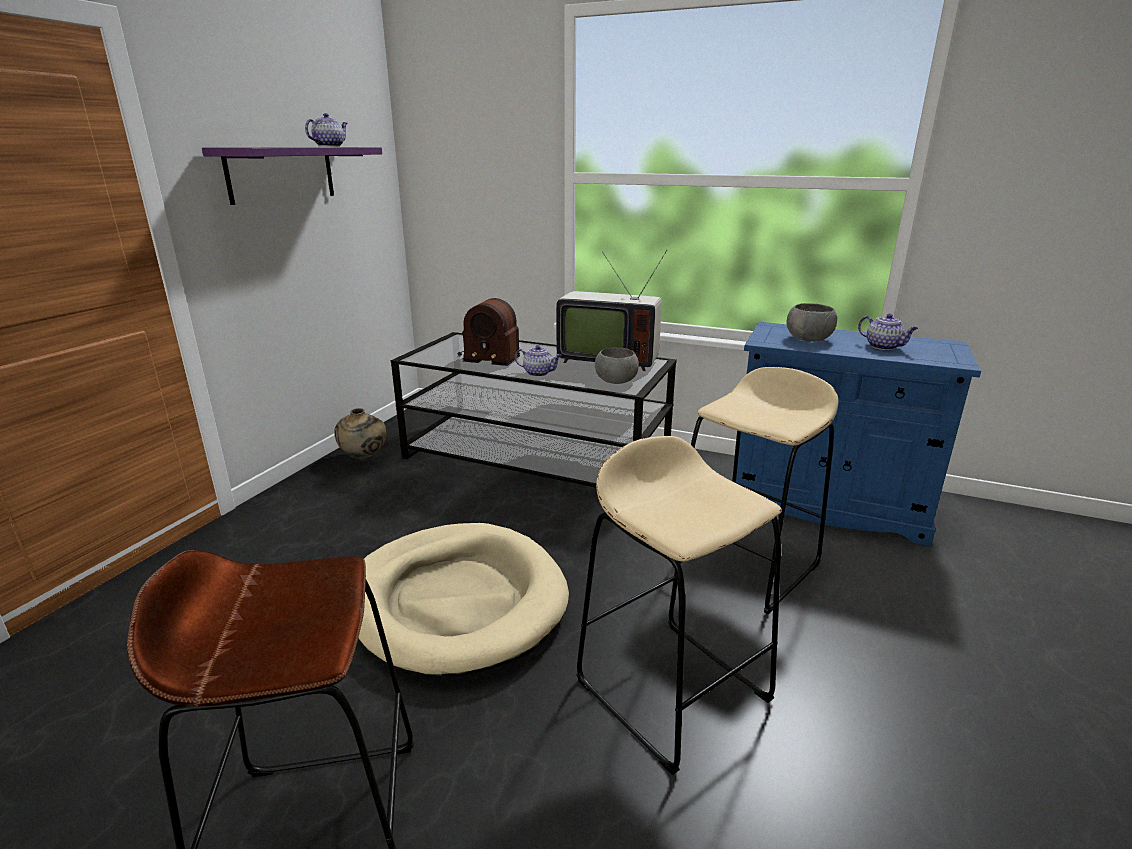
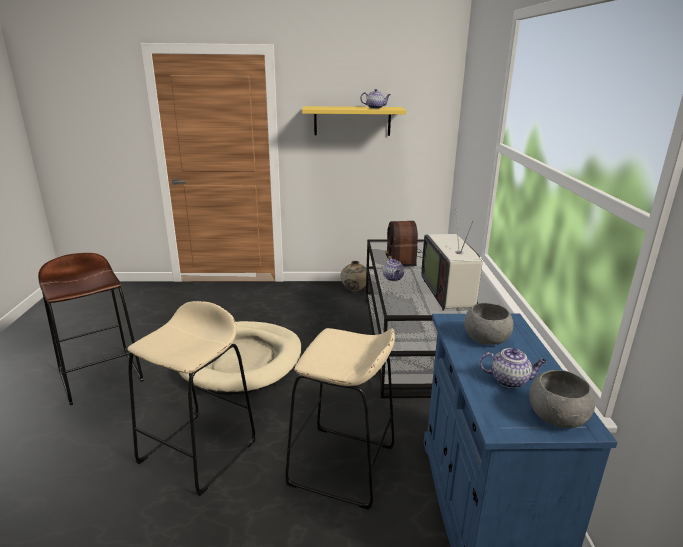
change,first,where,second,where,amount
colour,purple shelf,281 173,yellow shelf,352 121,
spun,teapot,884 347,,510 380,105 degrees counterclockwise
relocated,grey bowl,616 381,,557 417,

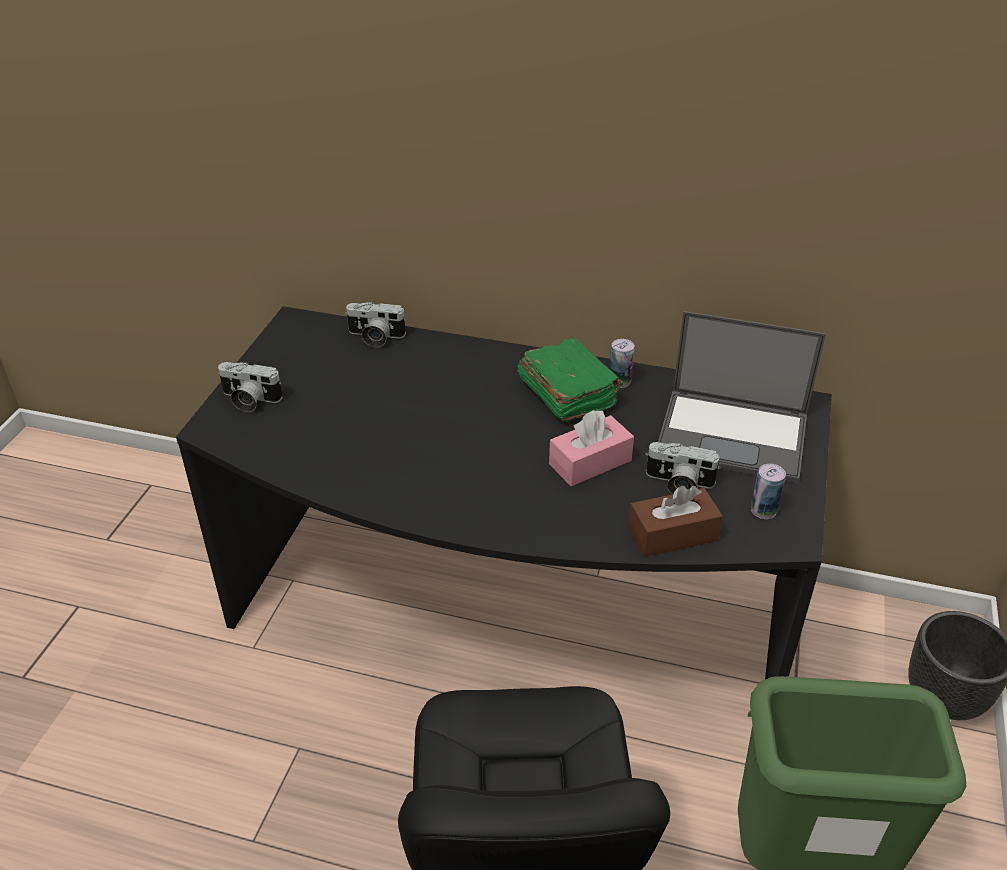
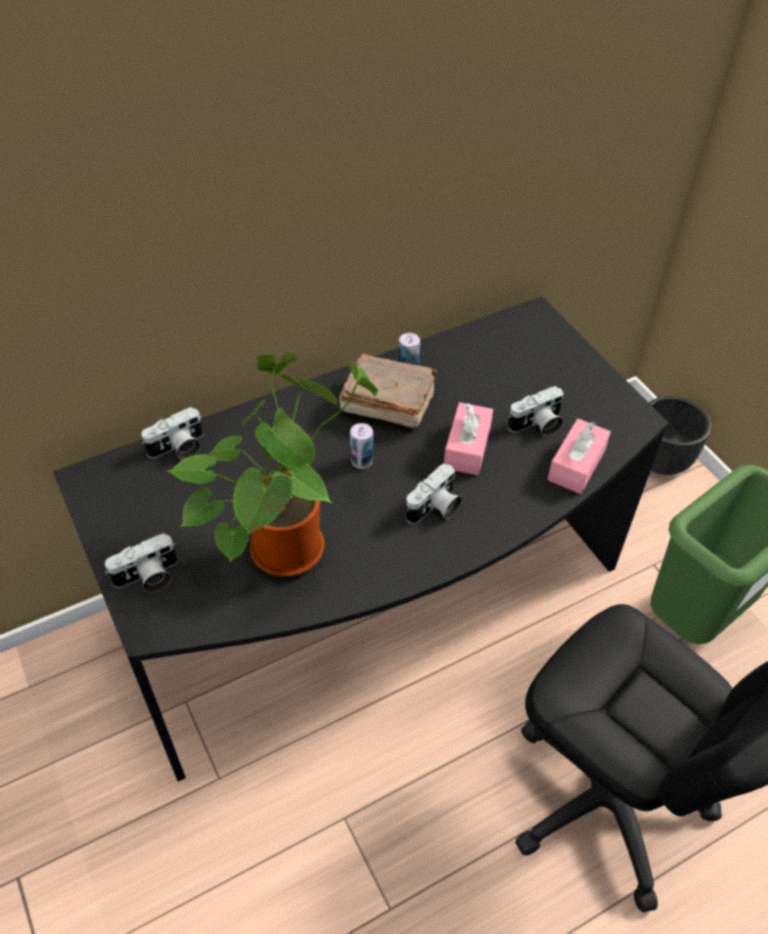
change,first,where,second,where,amount
appeared,,,potted plant,287 542,
colour,green book,567 394,brown book,386 403,
relocated,can,763 510,,361 460,
appeared,,,photo camera,435 509,
colour,brown tissue box,672 534,pink tissue box,576 465,
missing,laptop,734 435,,,

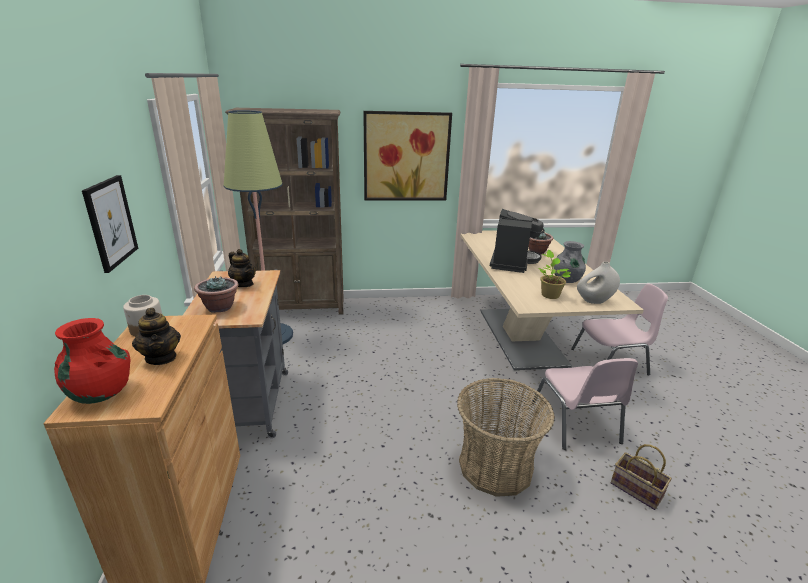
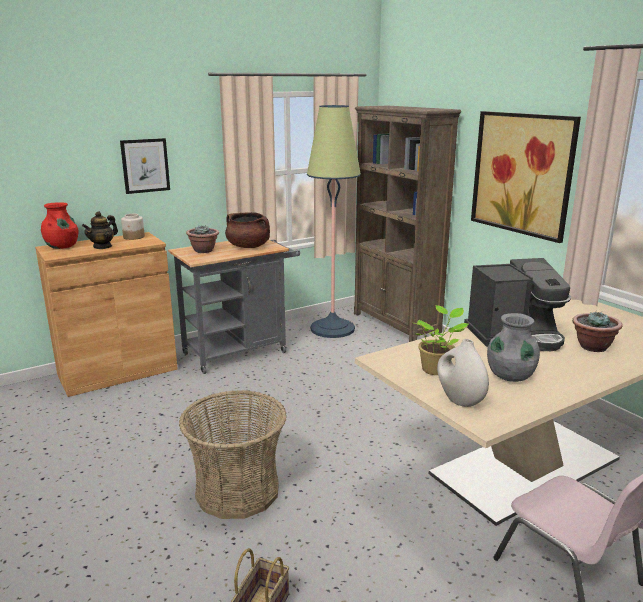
change,first,where,second,where,amount
exchanged,teapot,244 284,brown cooking pot,248 246,
missing,pink chair,576 423,,,

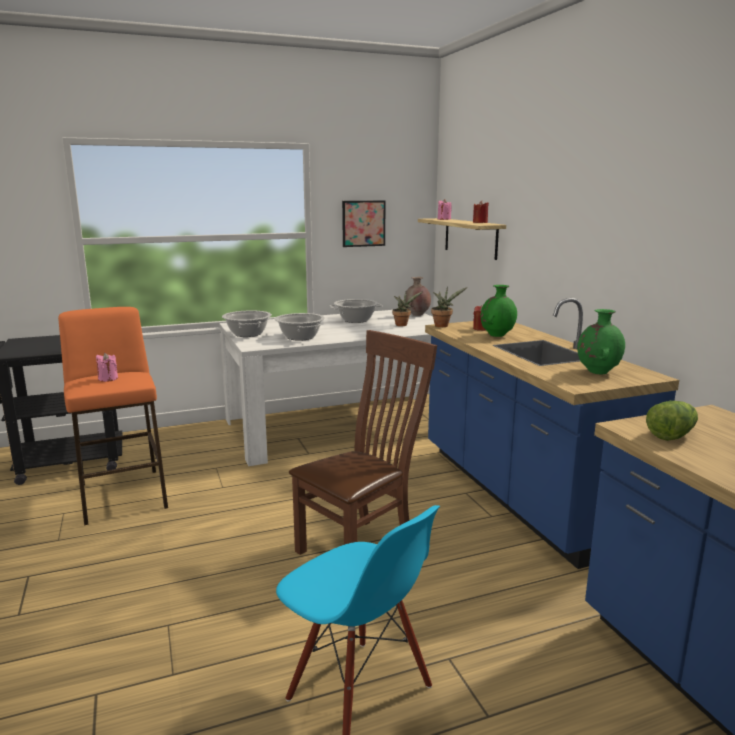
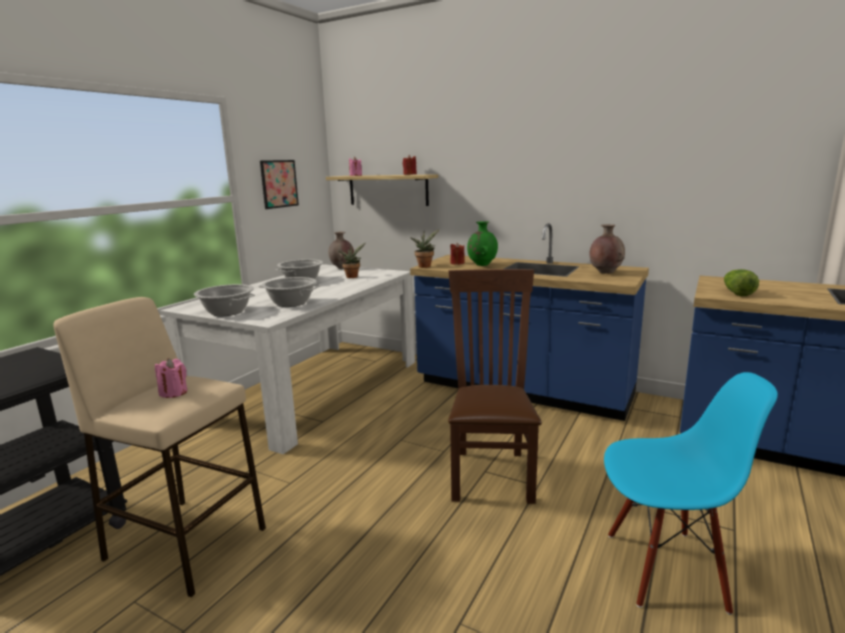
change,first,where,second,where,amount
colour,orange stool,123 495,beige stool,185 543,
colour,green vase,597 372,brown vase,605 272,

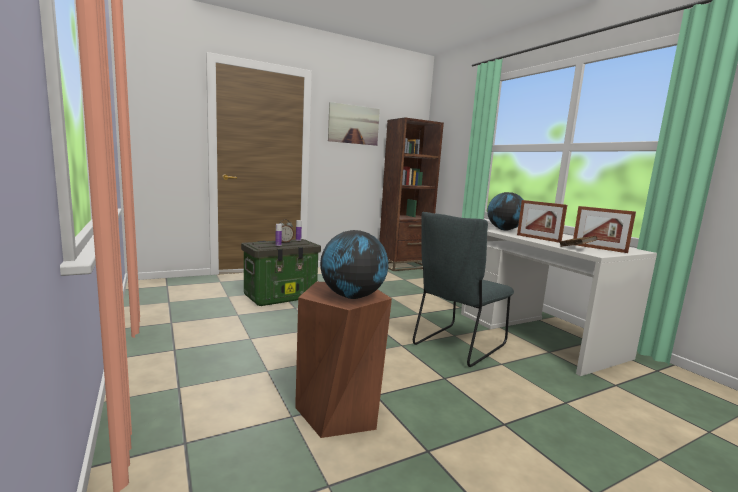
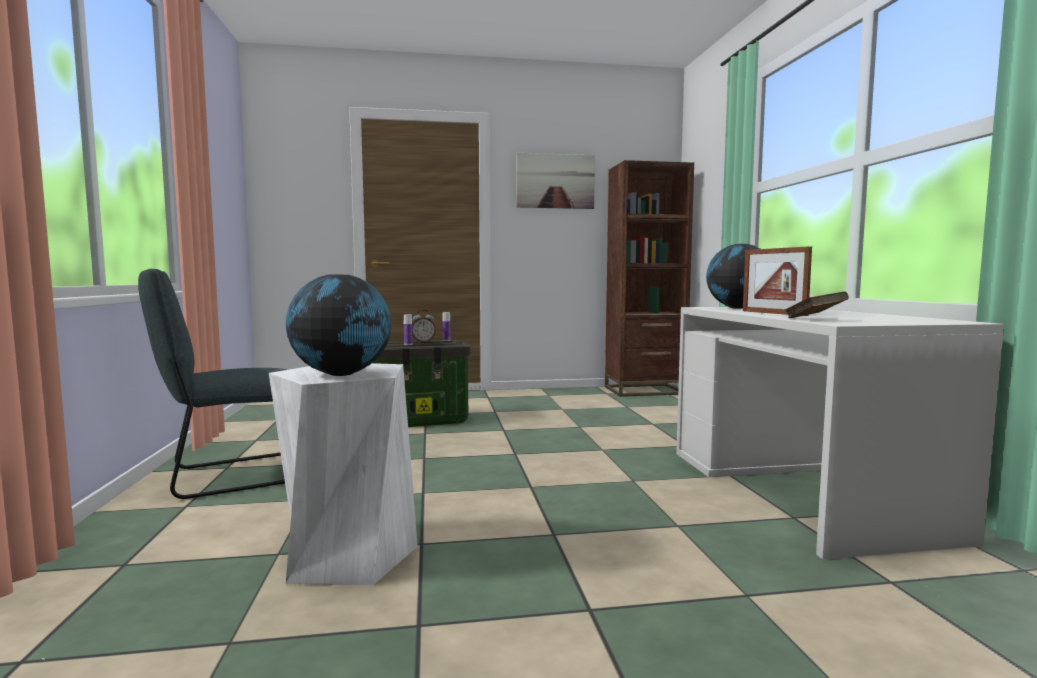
change,first,where,second,where,amount
relocated,grey chair,457 346,,236 475,
colour,brown stool,339 410,white stool,348 555,
missing,picture frame,599 248,,,

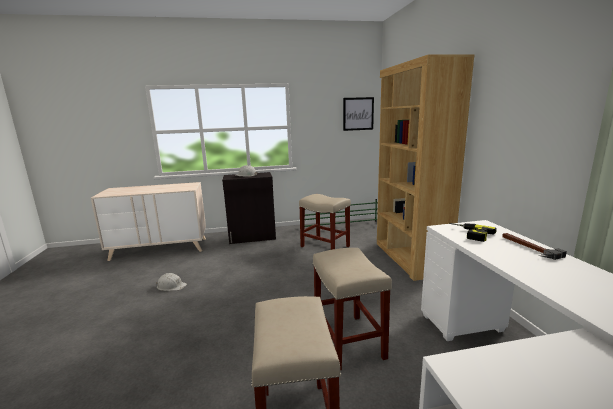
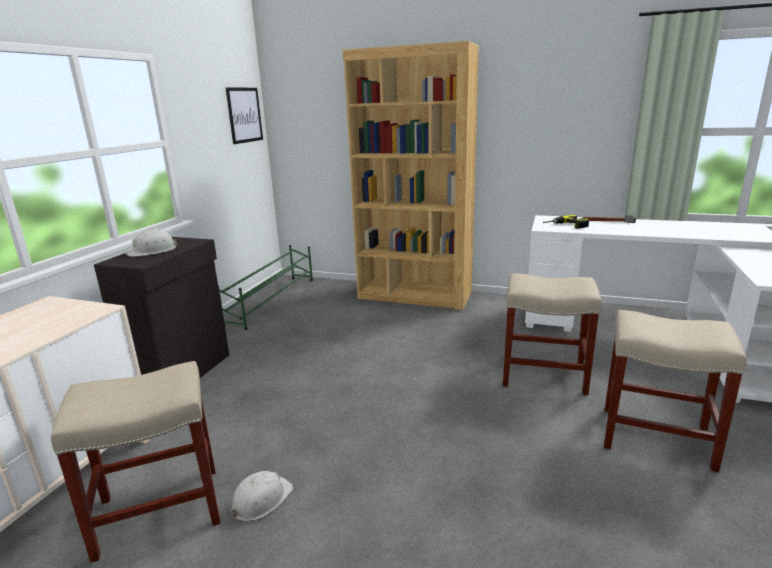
change,first,where,second,where,amount
relocated,beige stool,325 246,,162 510,

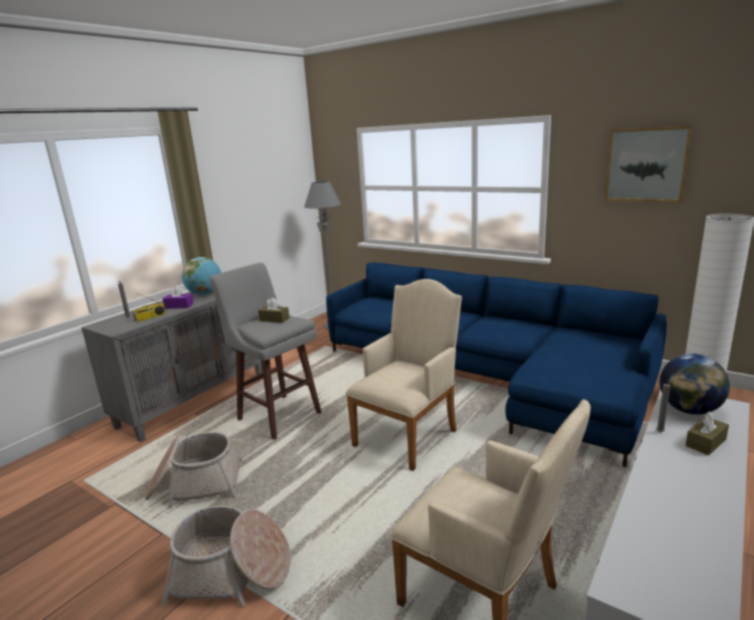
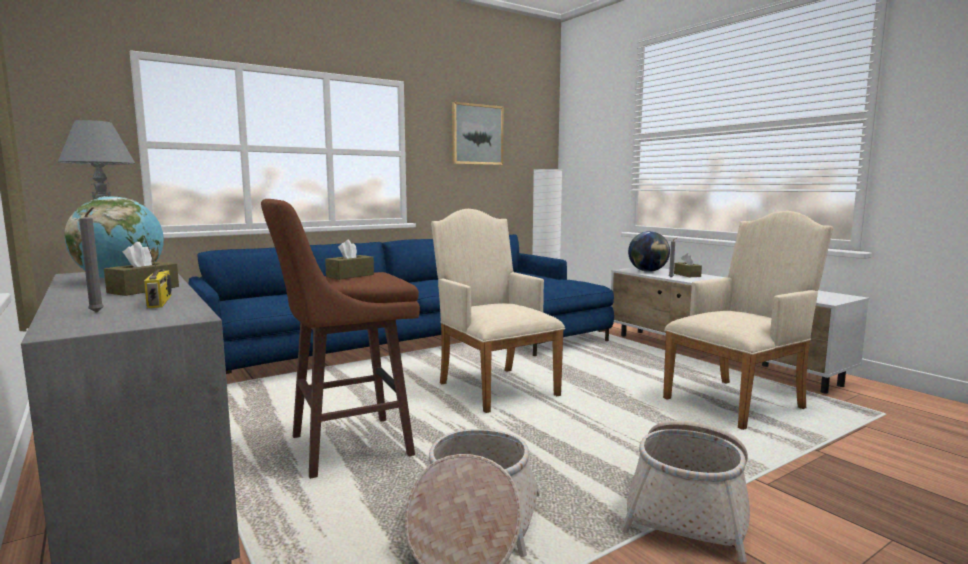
change,first,where,second,where,amount
colour,purple tissue box,179 306,brown tissue box,144 290,
colour,grey stool,278 415,brown stool,346 446,

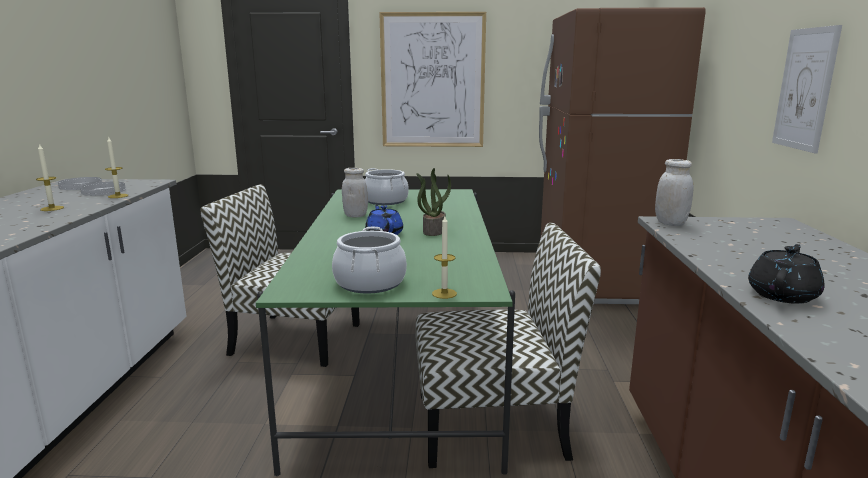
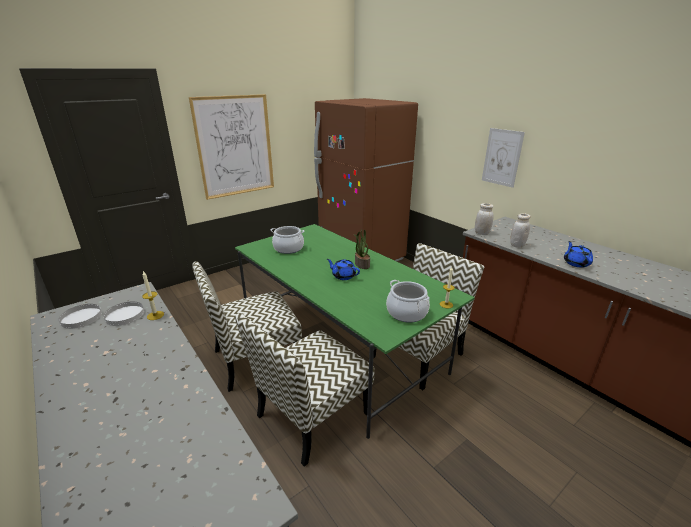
change,first,where,second,where,amount
appeared,,,chair,312 415,
relocated,white jar,355 215,,517 245,
colour,black teapot,783 295,blue teapot,576 263,
missing,candle,52 208,,,

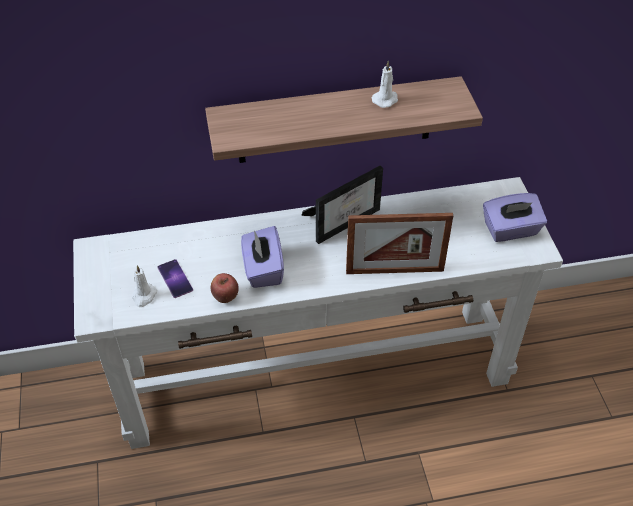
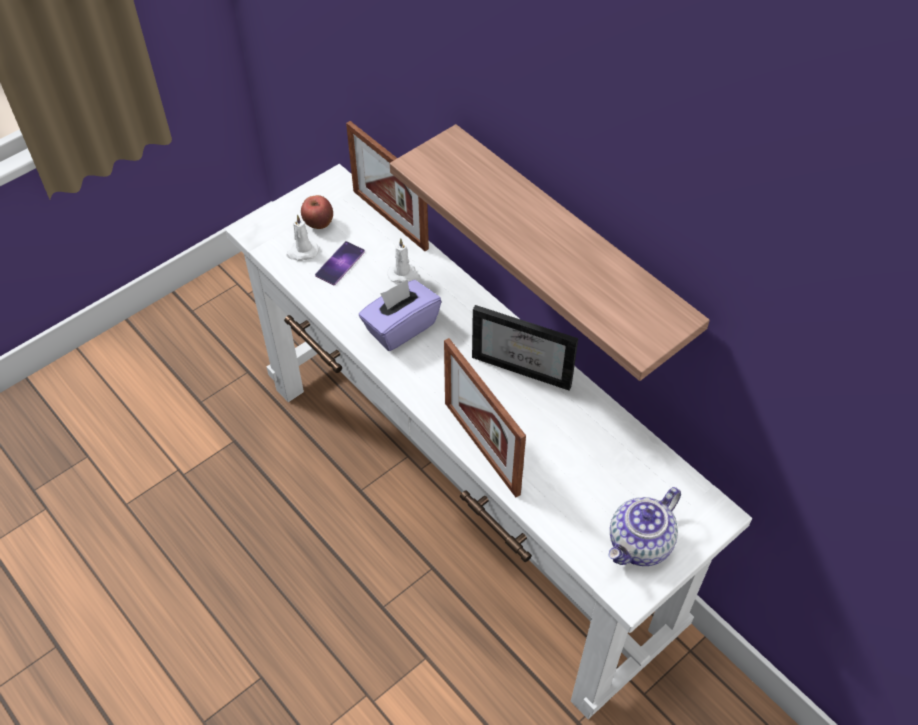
change,first,where,second,where,amount
relocated,apple,225 297,,318 224,
appeared,,,picture frame,390 219,
relocated,white candle,386 100,,404 275,
exchanged,purple tissue box,511 230,teapot,640 544,

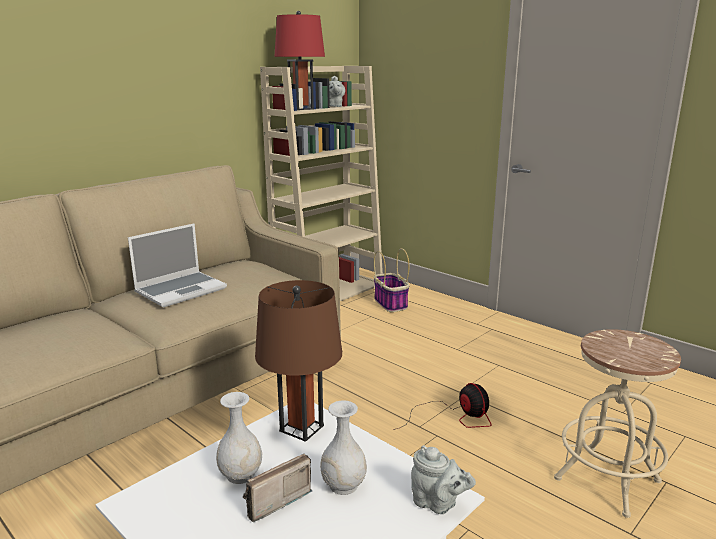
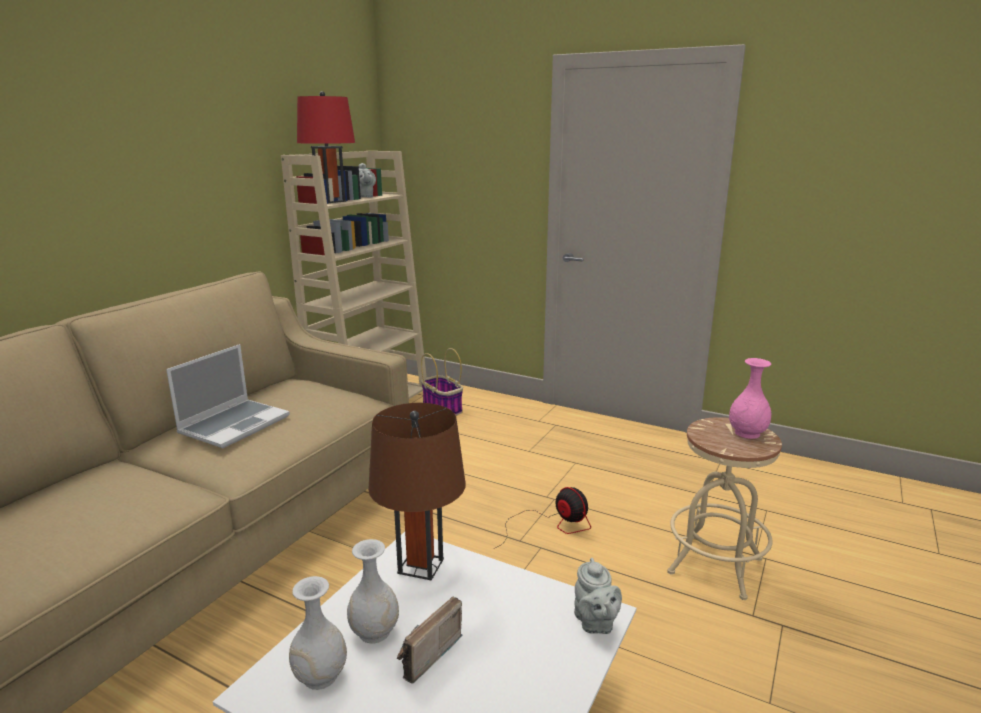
change,first,where,second,where,amount
relocated,white vase,343 485,,320 675,
spun,grey teapot,437 503,,595 623,60 degrees clockwise
appeared,,,pink vase,747 433,

